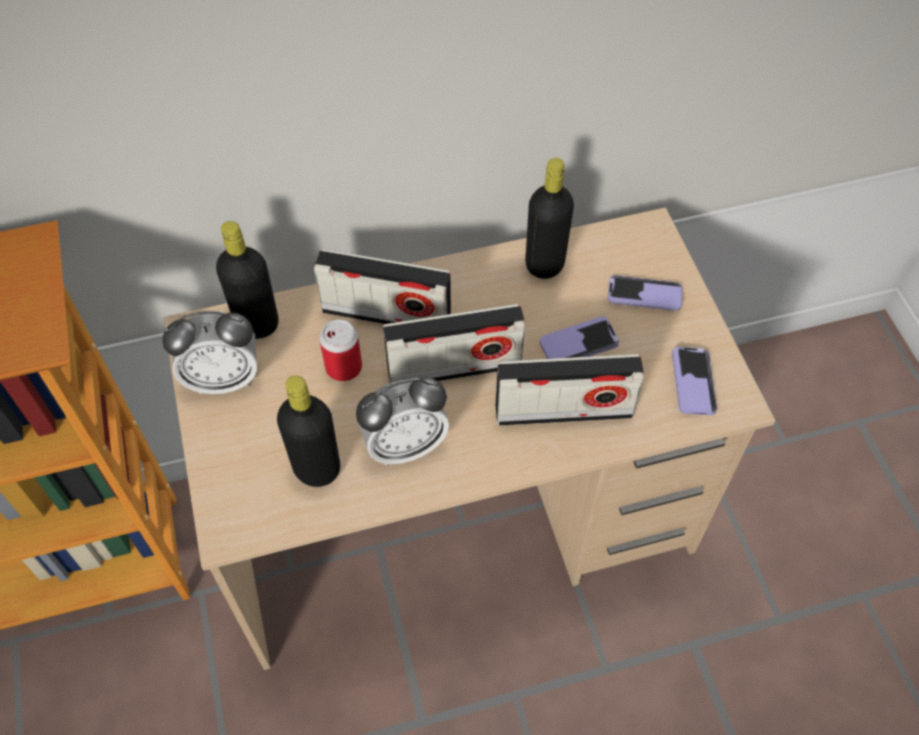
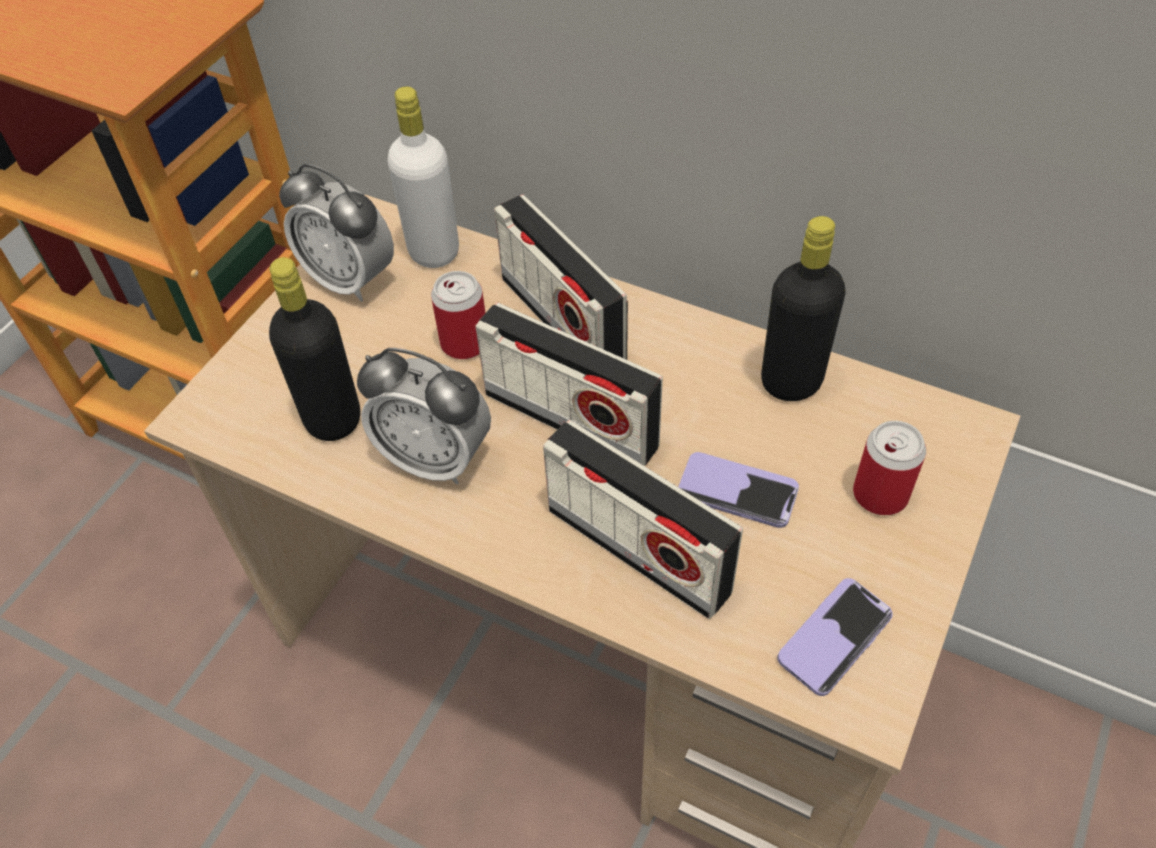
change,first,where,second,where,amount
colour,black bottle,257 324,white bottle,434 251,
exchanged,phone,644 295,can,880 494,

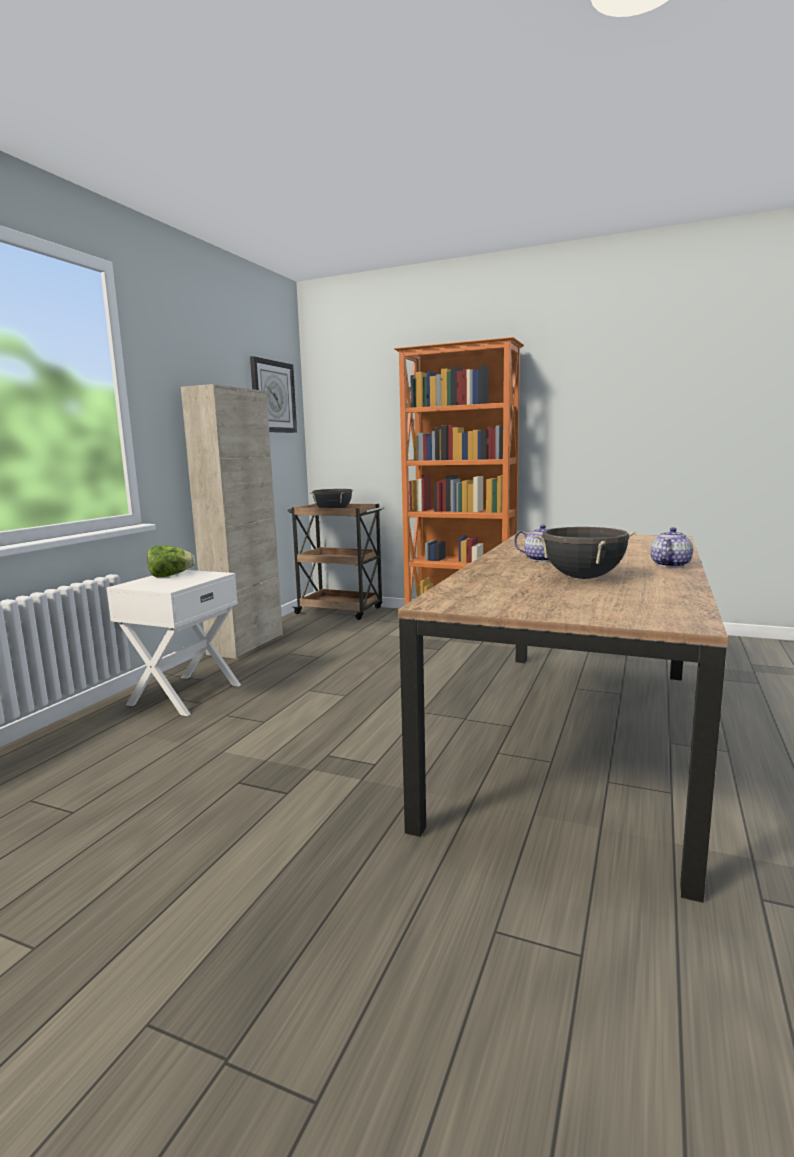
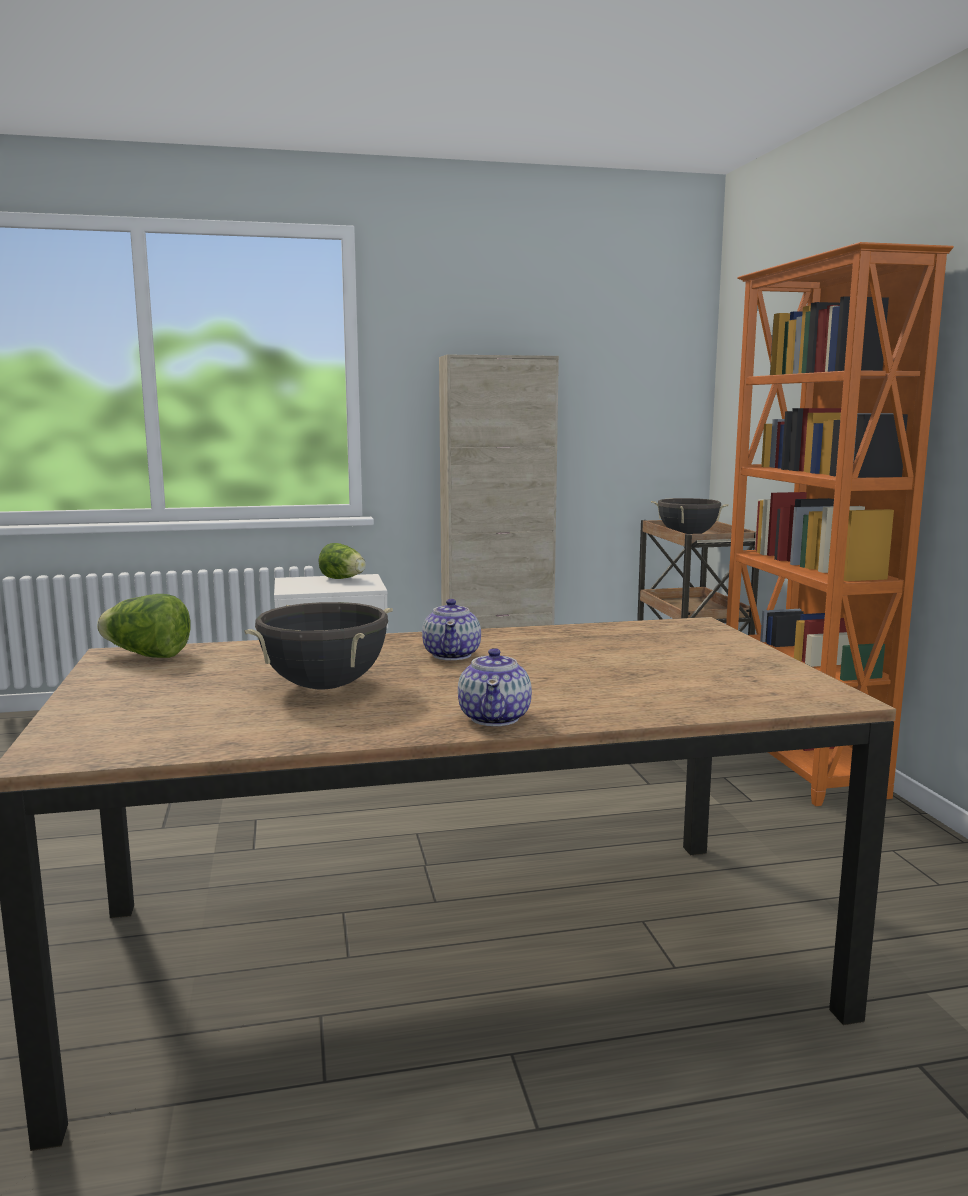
change,first,where,second,where,amount
appeared,,,lettuce,147 655,
spun,teapot,669 565,,495 717,90 degrees clockwise
missing,wall clock,273 397,,,

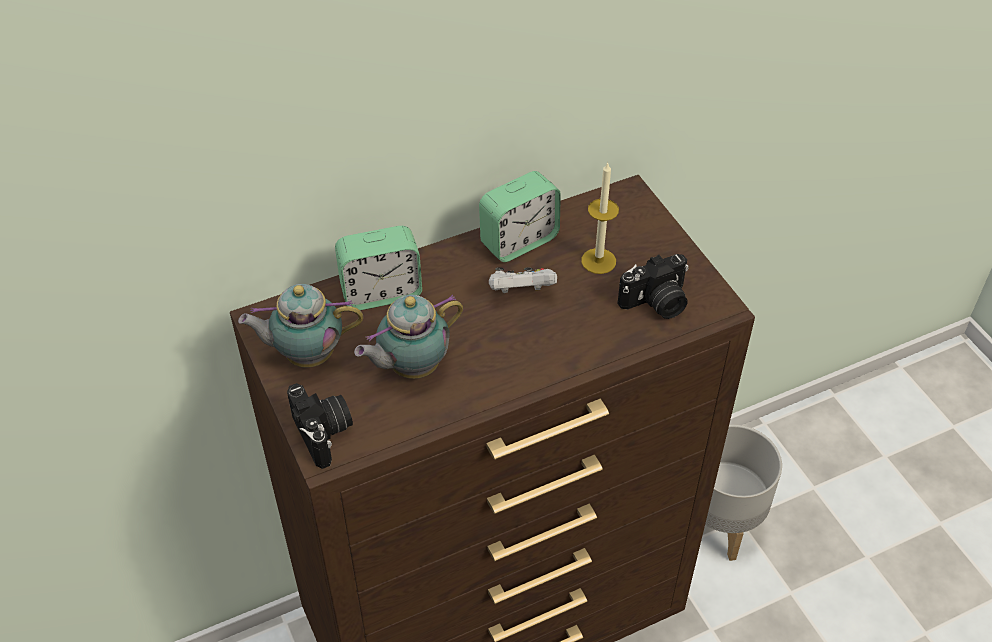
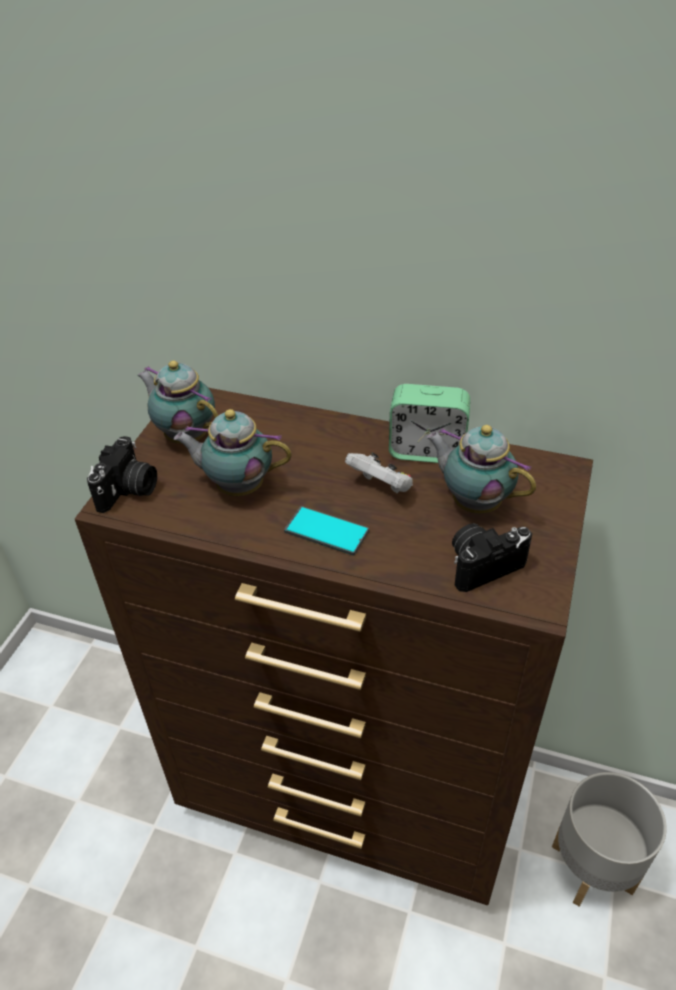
change,first,where,second,where,amount
appeared,,,phone,326 531,
exchanged,candle,598 261,teapot,473 502,
spun,photo camera,656 303,,482 564,135 degrees clockwise
missing,alarm clock,381 292,,,

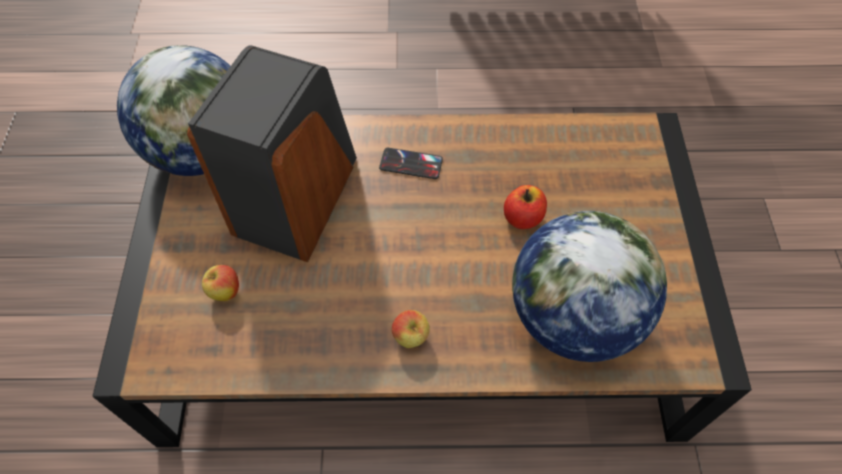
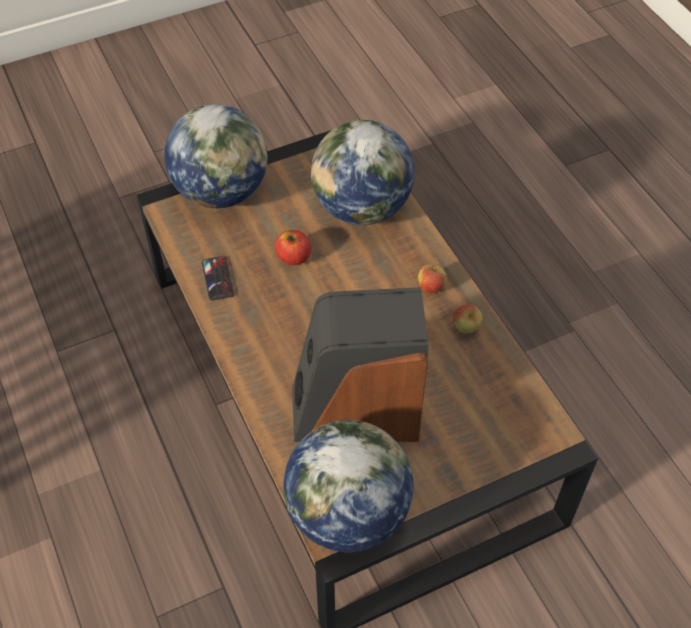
change,first,where,second,where,amount
appeared,,,globe,221 192,
relocated,phone,411 164,,218 278,
relocated,apple,225 292,,466 328,

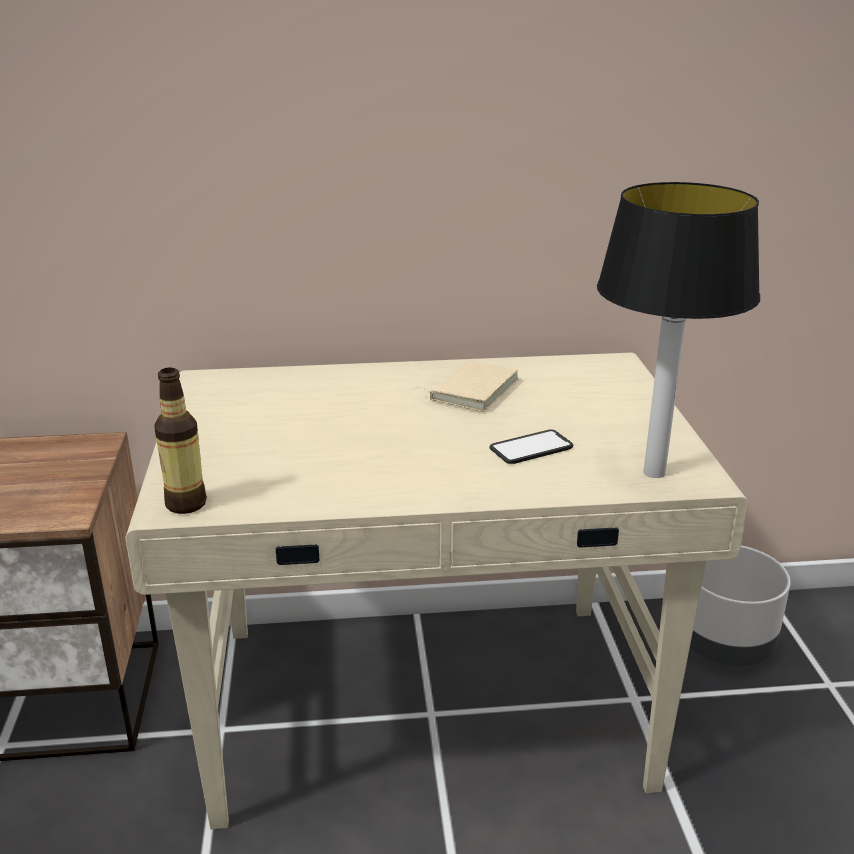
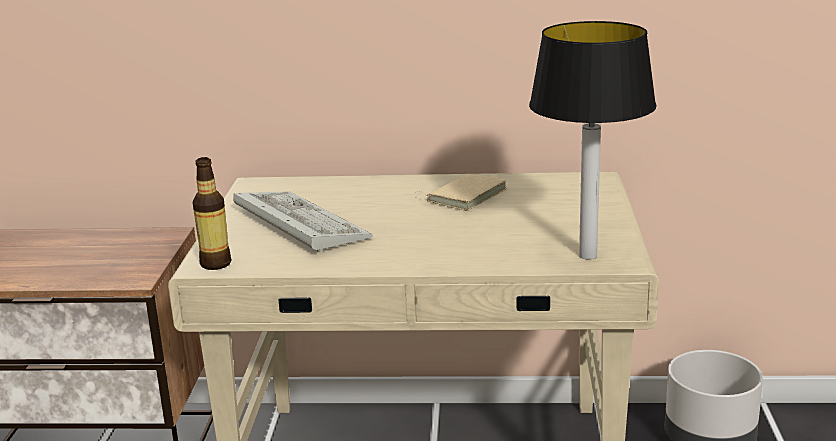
change,first,where,second,where,amount
appeared,,,keyboard,296 224,
missing,phone,531 448,,,

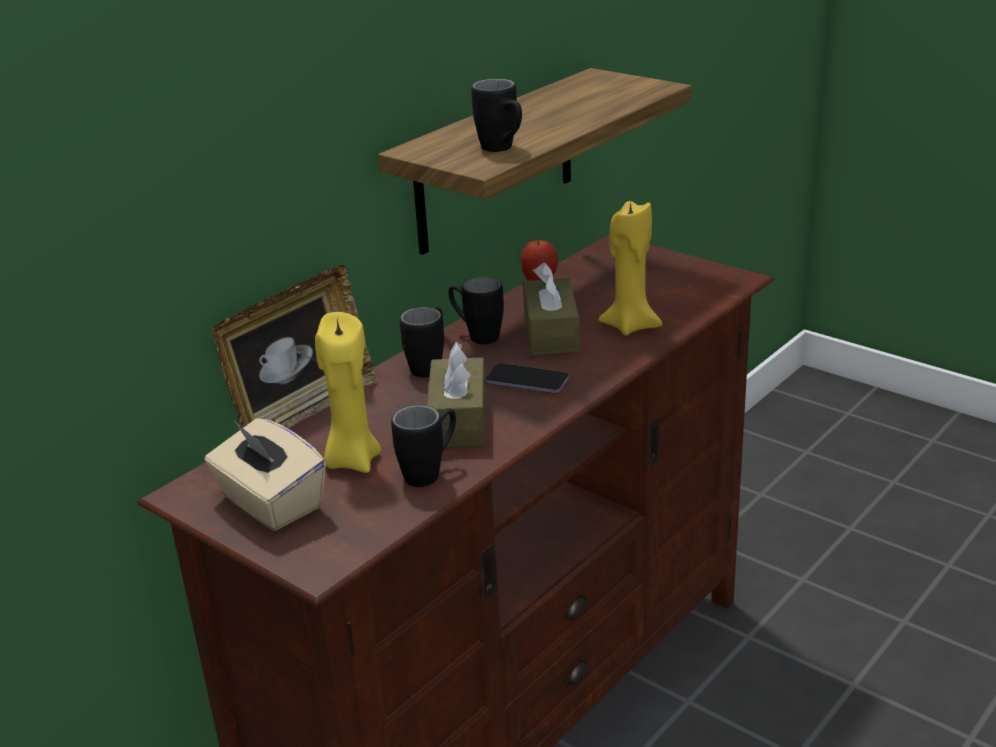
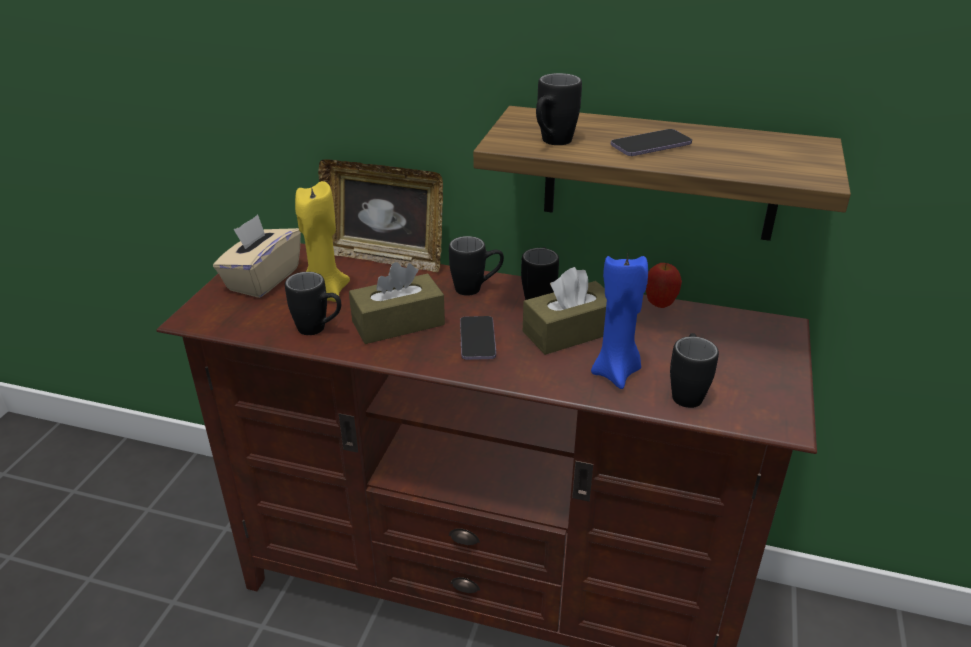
change,first,where,second,where,amount
colour,yellow candle,630 326,blue candle,616 372,
appeared,,,phone,650 145,
appeared,,,black mug,686 391,

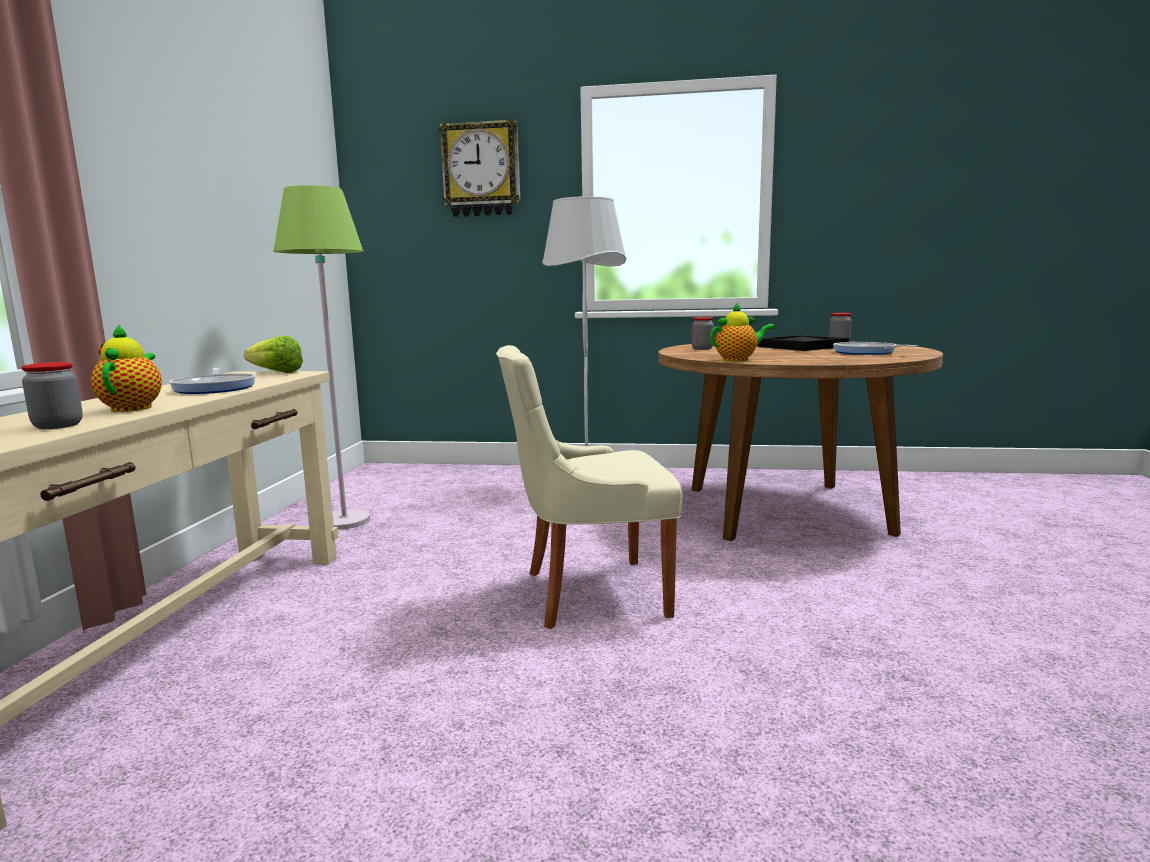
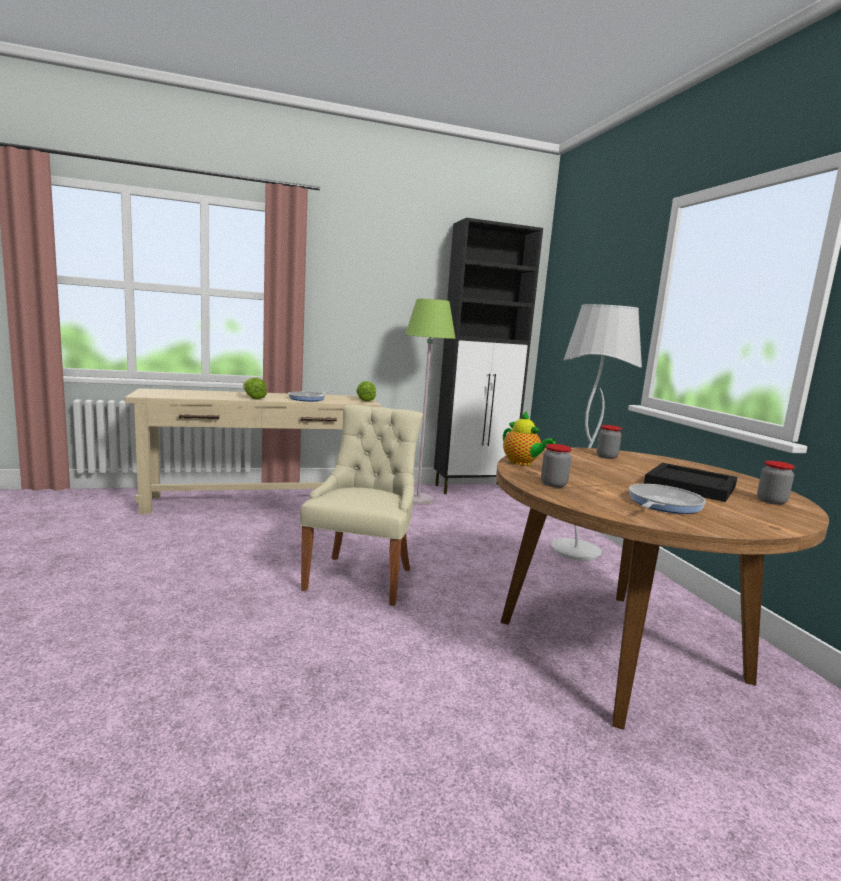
change,first,where,second,where,amount
exchanged,teapot,134 408,lettuce,252 397,
spun,beige chair,589 593,,361 577,45 degrees clockwise
appeared,,,black cabinet,473 489,
relocated,jar,58 426,,553 484,
missing,wall clock,481 170,,,

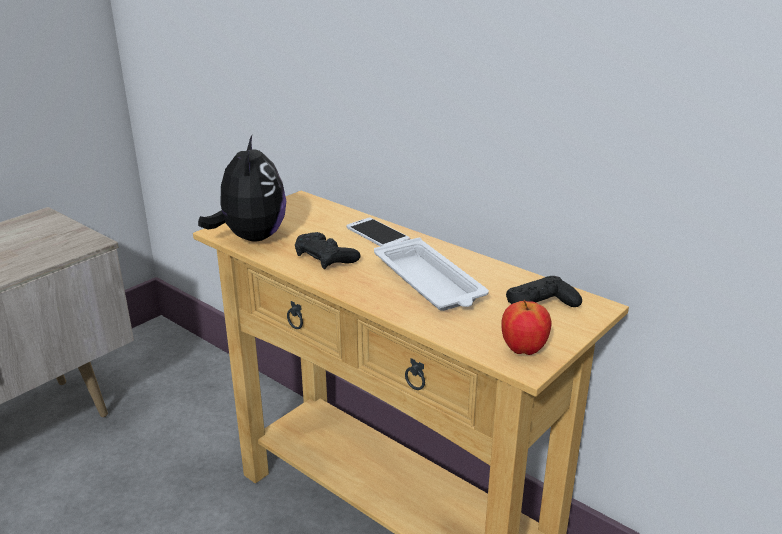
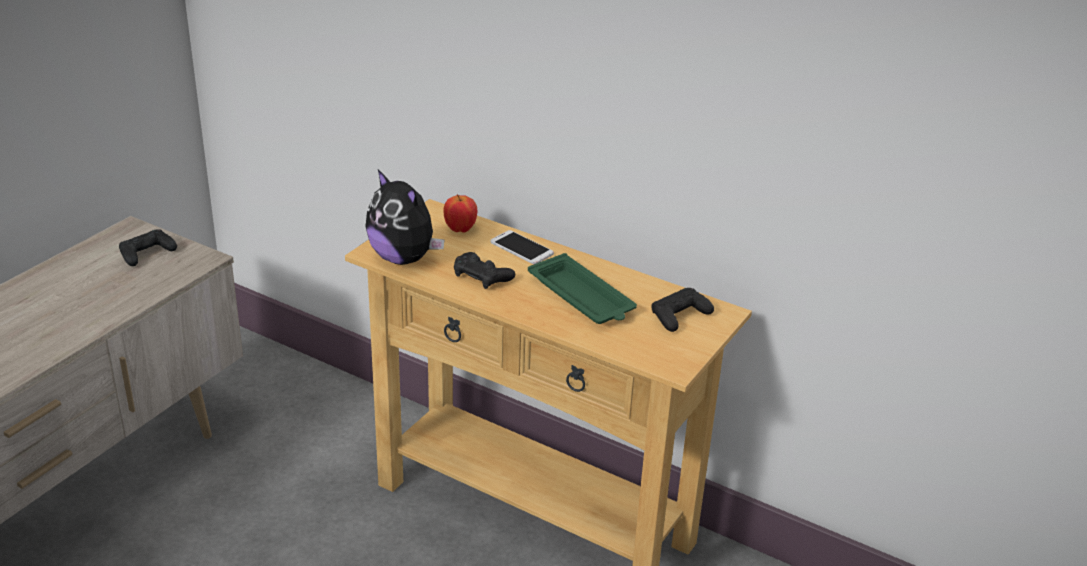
change,first,where,second,where,amount
appeared,,,black game controller,147 253,
spun,plush toy,251 237,,404 258,150 degrees clockwise
relocated,apple,523 350,,460 229,
colour,white tray,429 283,green tray,582 297,

